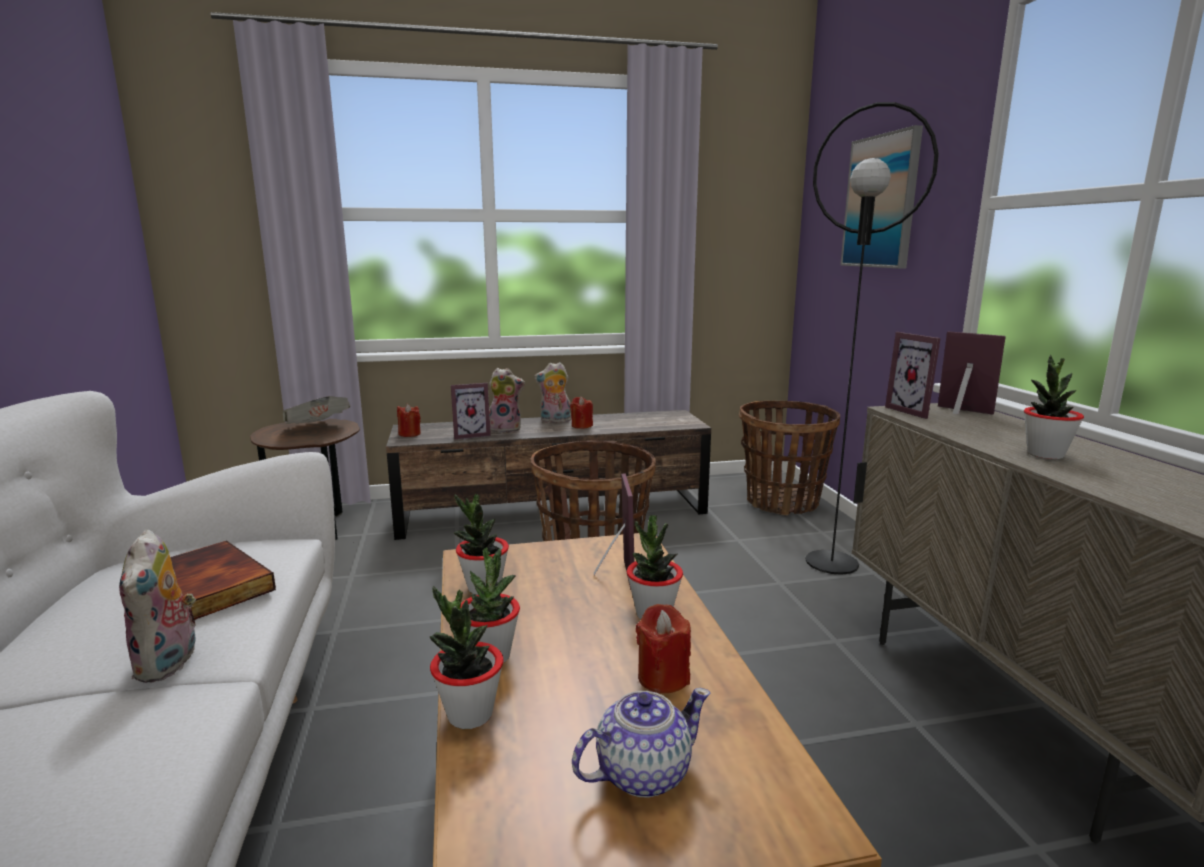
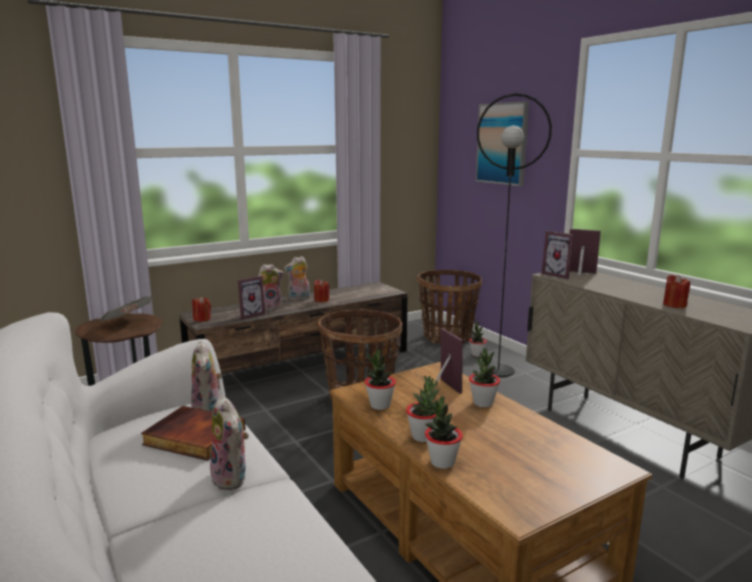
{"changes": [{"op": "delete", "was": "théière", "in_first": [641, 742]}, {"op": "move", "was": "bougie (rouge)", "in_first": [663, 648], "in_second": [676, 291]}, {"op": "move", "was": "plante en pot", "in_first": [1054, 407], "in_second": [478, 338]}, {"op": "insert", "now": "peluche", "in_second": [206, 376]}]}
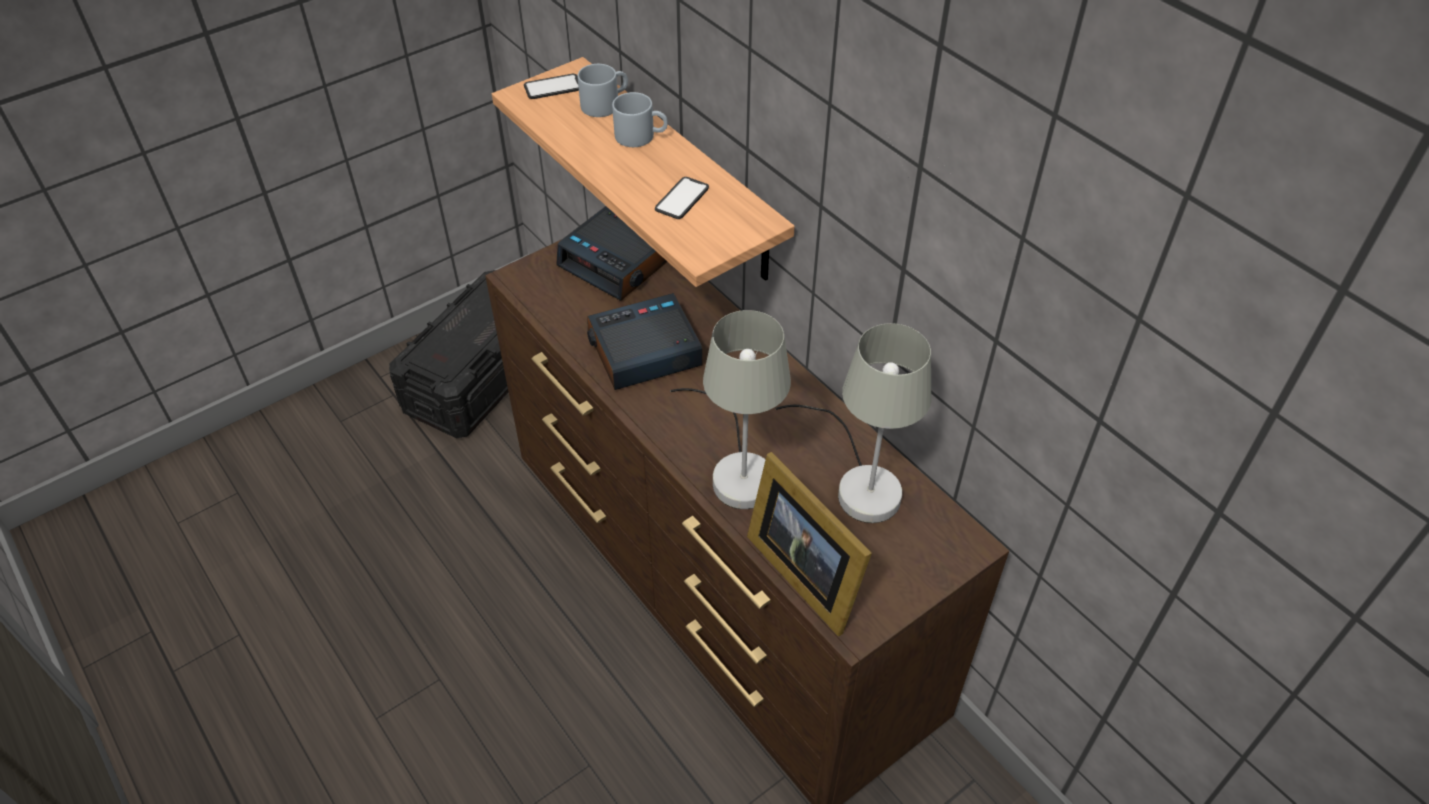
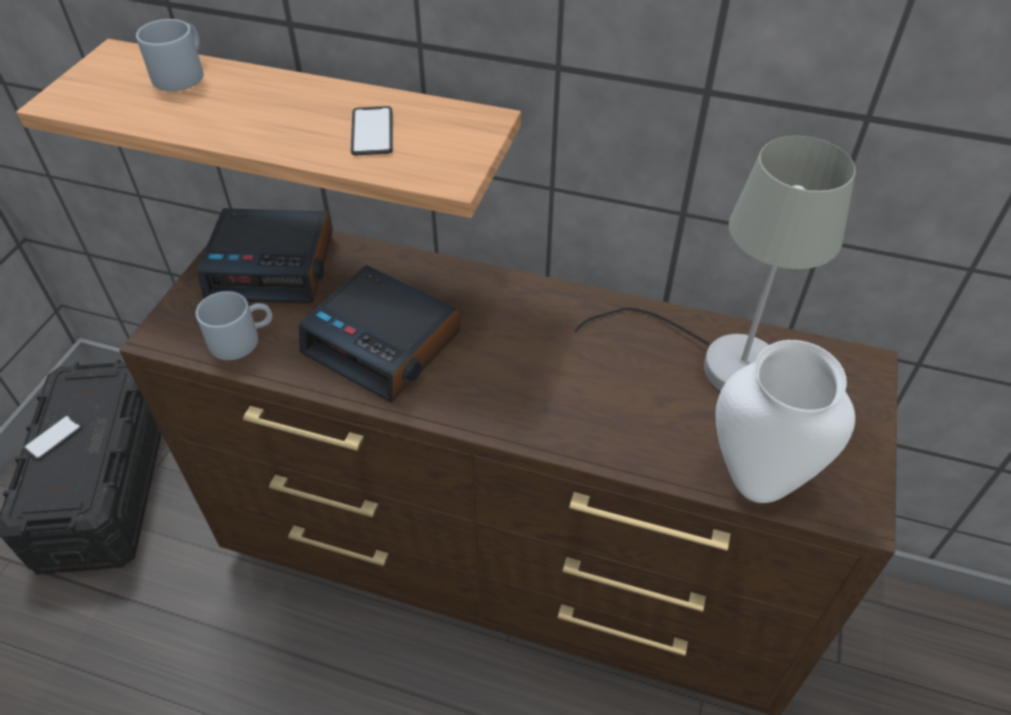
{"changes": [{"op": "move", "was": "téléphone", "in_first": [551, 86], "in_second": [53, 437]}, {"op": "rotate", "was": "réveil", "in_first": [644, 341], "in_second": [379, 334], "clockwise": -90}, {"op": "move", "was": "mug (gris)", "in_first": [640, 119], "in_second": [234, 325]}, {"op": "delete", "was": "lampe de table (gris)", "in_first": [730, 409]}, {"op": "replace", "was": "cadre photo", "now": "vase (blanc)", "in_first": [809, 544], "in_second": [785, 421]}]}
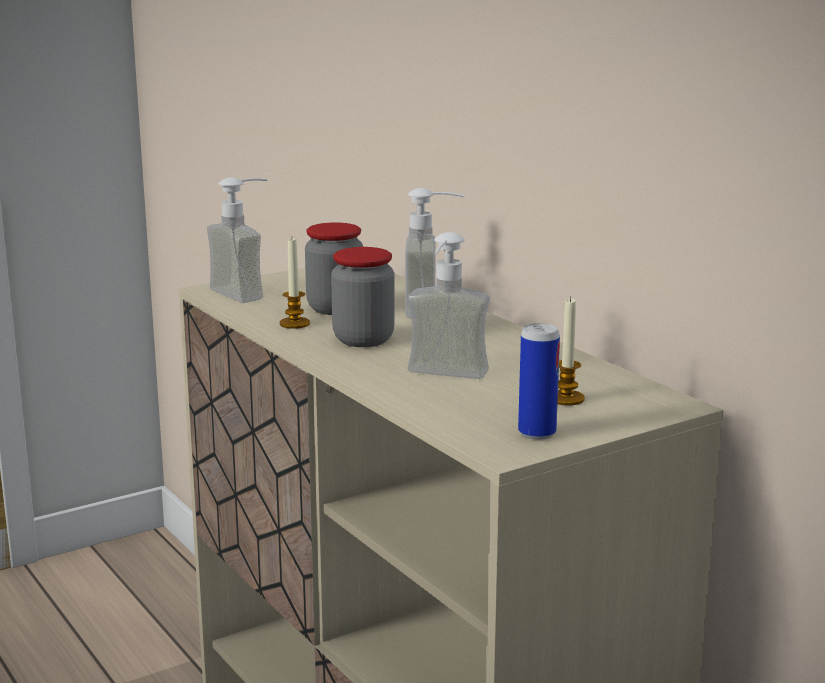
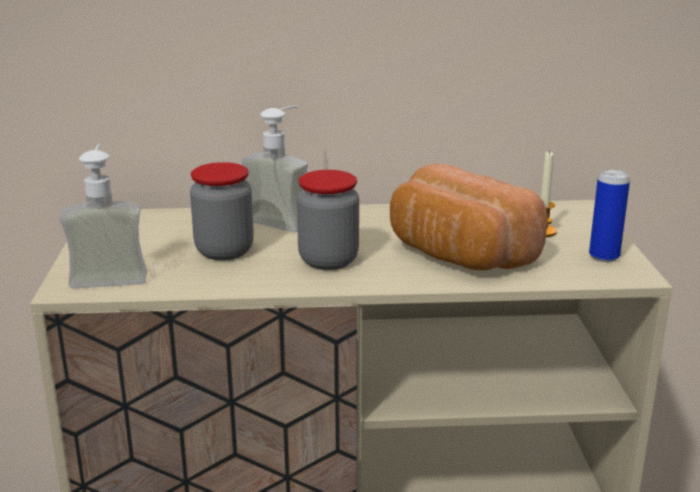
{"changes": [{"op": "delete", "was": "bougie", "in_first": [295, 283]}, {"op": "replace", "was": "distributeur de savon", "now": "pain", "in_first": [449, 305], "in_second": [469, 217]}]}
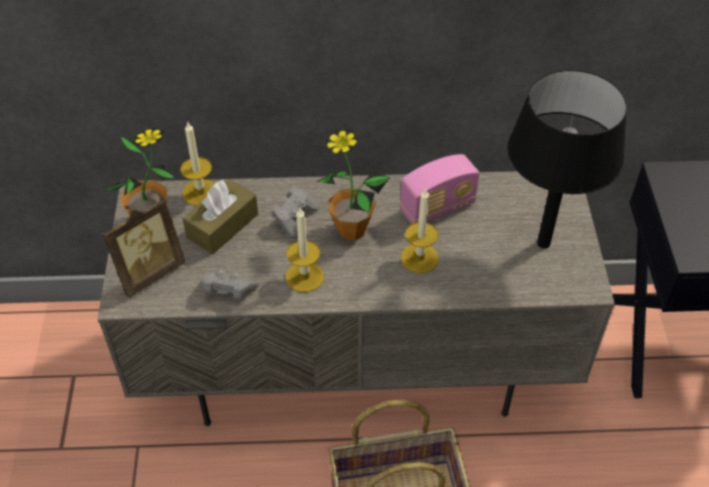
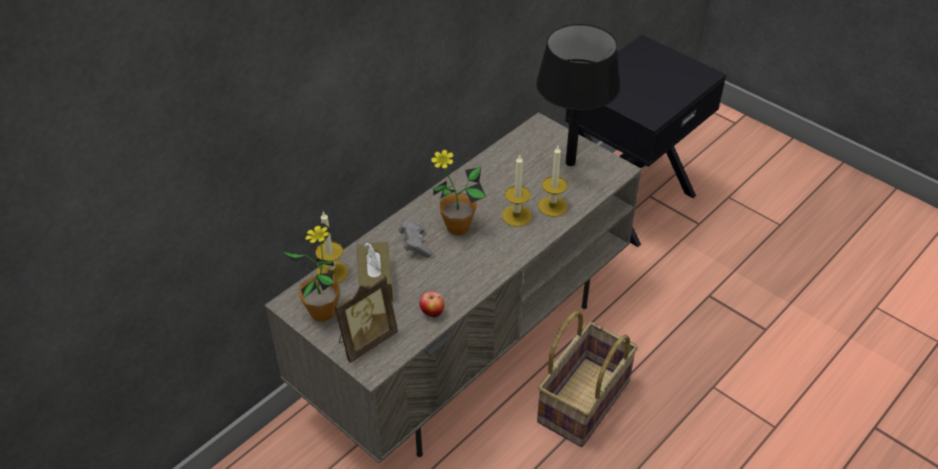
{"changes": [{"op": "rotate", "was": "cadre photo", "in_first": [143, 248], "in_second": [366, 319], "clockwise": 45}, {"op": "replace", "was": "manette (gris)", "now": "pomme", "in_first": [231, 284], "in_second": [432, 304]}, {"op": "move", "was": "bougie", "in_first": [305, 249], "in_second": [553, 181]}, {"op": "delete", "was": "radio", "in_first": [440, 189]}]}
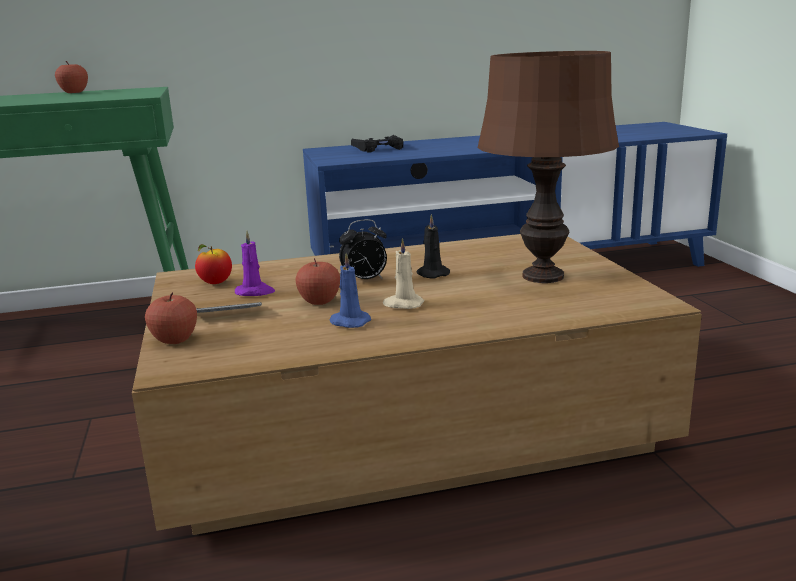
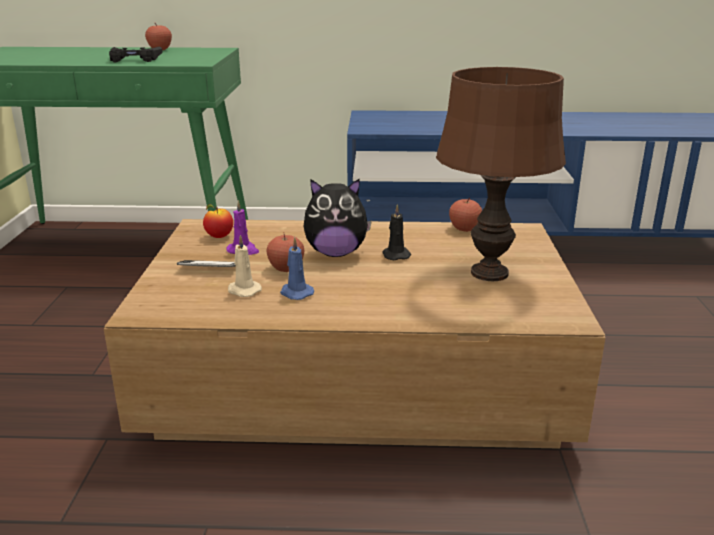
{"changes": [{"op": "move", "was": "pomme", "in_first": [171, 318], "in_second": [465, 214]}, {"op": "replace", "was": "réveil", "now": "peluche", "in_first": [363, 249], "in_second": [337, 217]}, {"op": "move", "was": "manette (noir)", "in_first": [377, 144], "in_second": [136, 54]}, {"op": "move", "was": "bougie (beige)", "in_first": [404, 273], "in_second": [245, 266]}]}
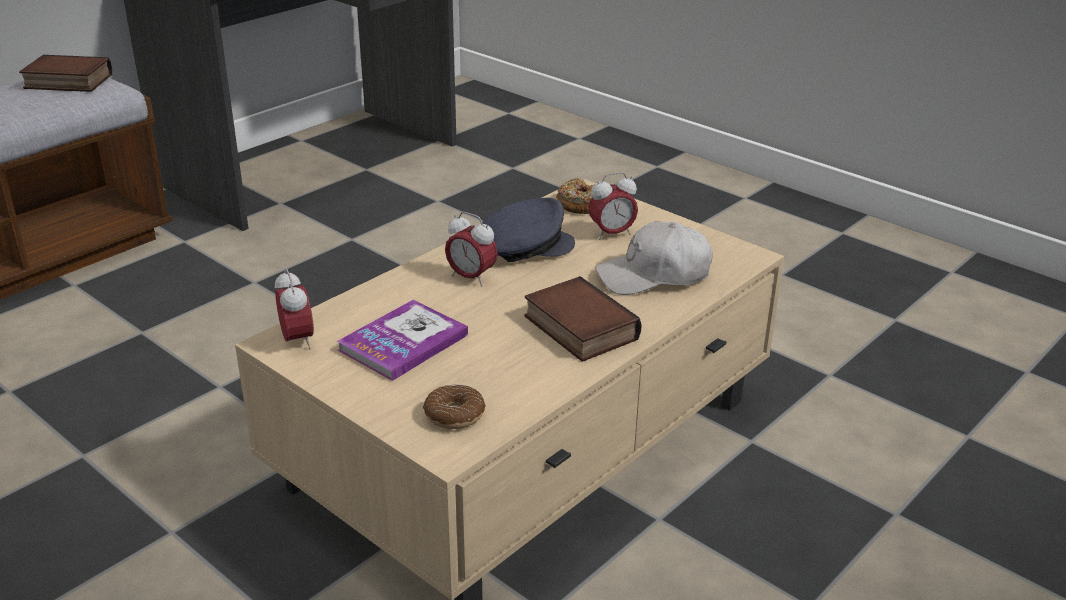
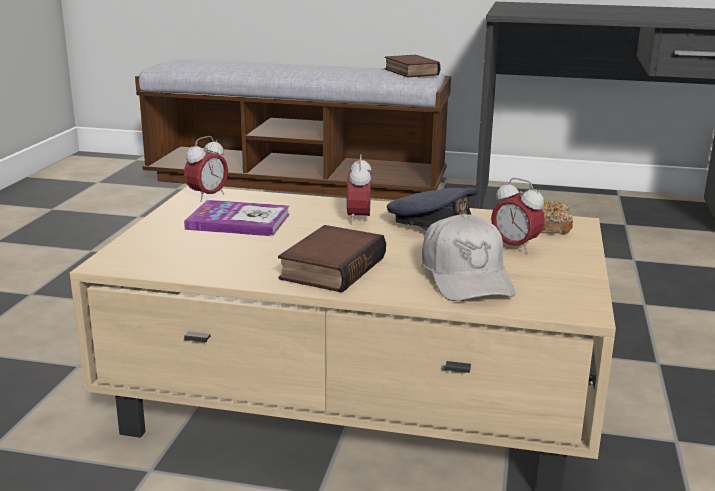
{"changes": [{"op": "delete", "was": "beignet", "in_first": [454, 406]}, {"op": "rotate", "was": "casquette (blanc)", "in_first": [653, 258], "in_second": [469, 257], "clockwise": -150}]}
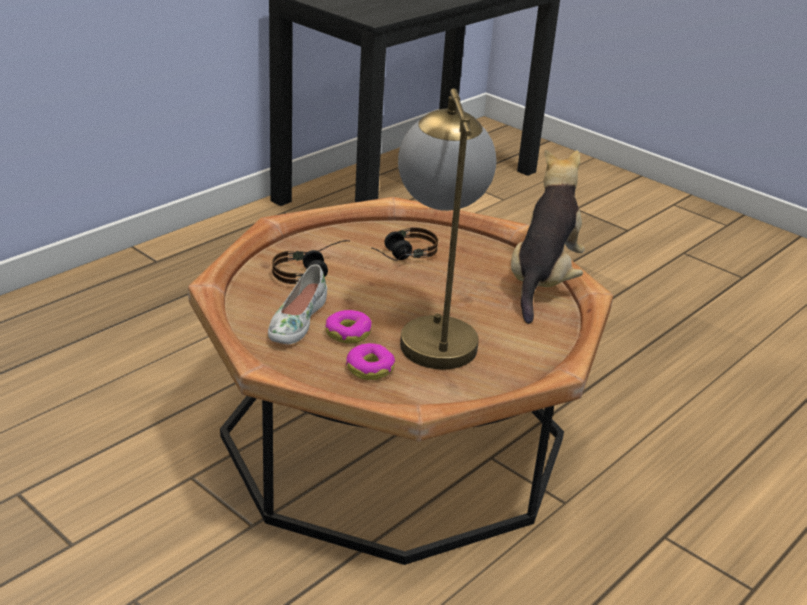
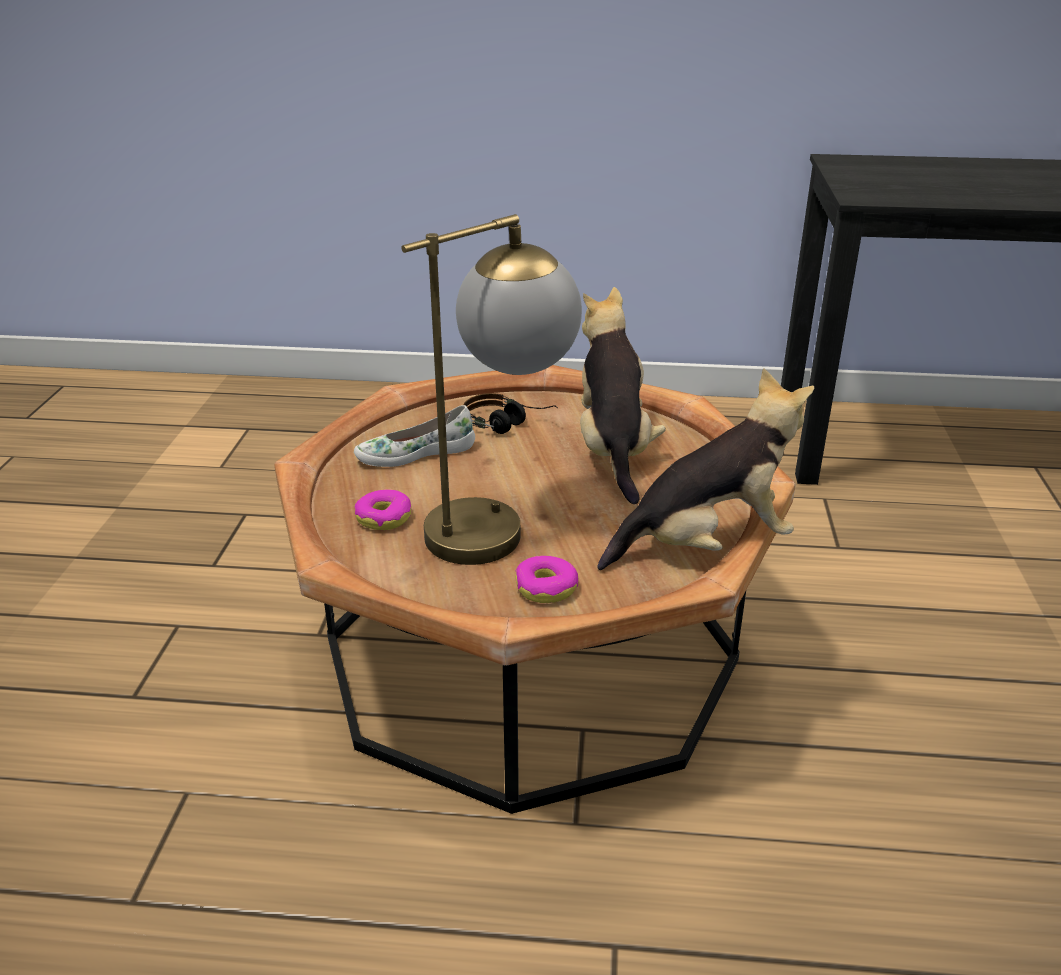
{"changes": [{"op": "move", "was": "beignet", "in_first": [348, 327], "in_second": [547, 579]}, {"op": "replace", "was": "casque audio", "now": "peluche", "in_first": [404, 244], "in_second": [623, 395]}]}
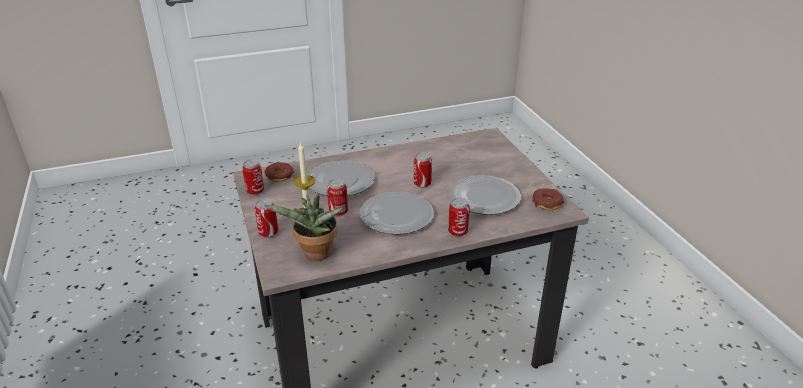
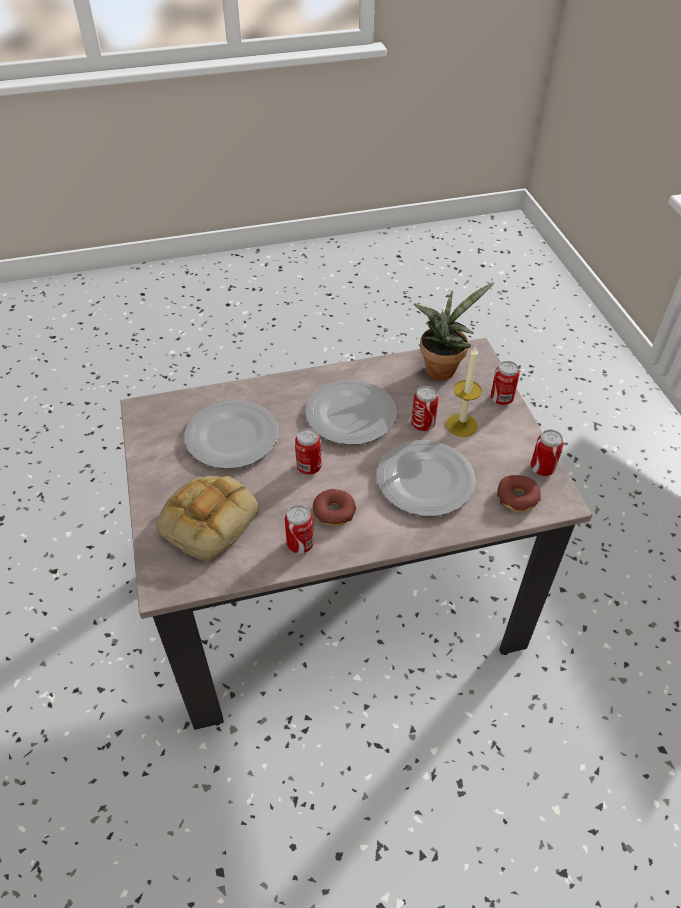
{"changes": [{"op": "move", "was": "boîte métallique", "in_first": [459, 217], "in_second": [299, 529]}, {"op": "move", "was": "beignet", "in_first": [548, 199], "in_second": [334, 507]}, {"op": "insert", "now": "pain", "in_second": [208, 519]}]}
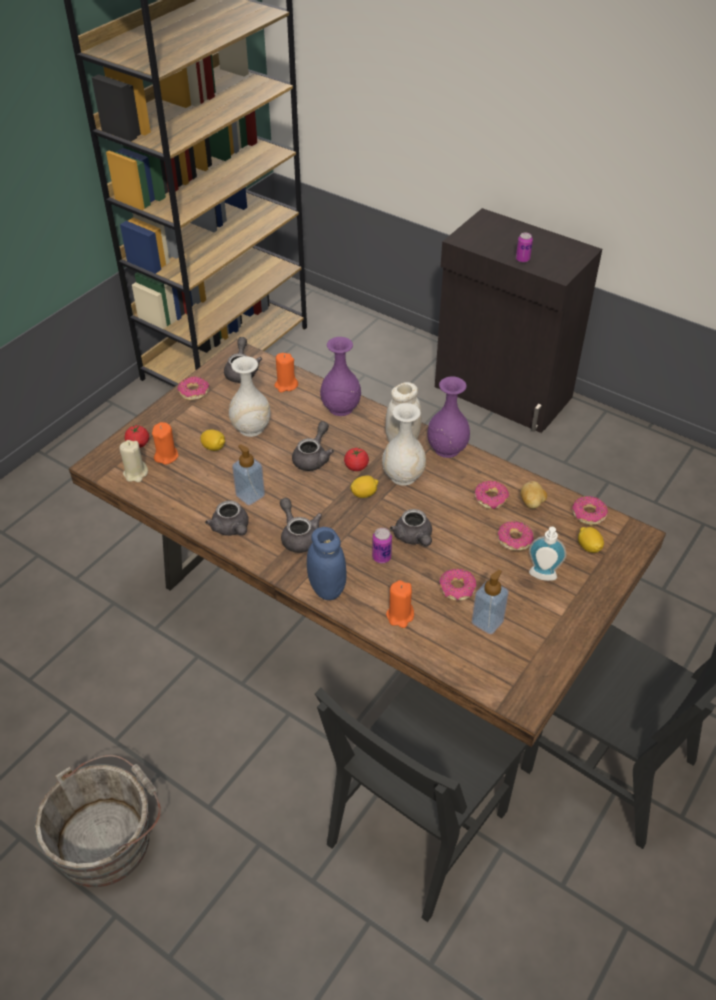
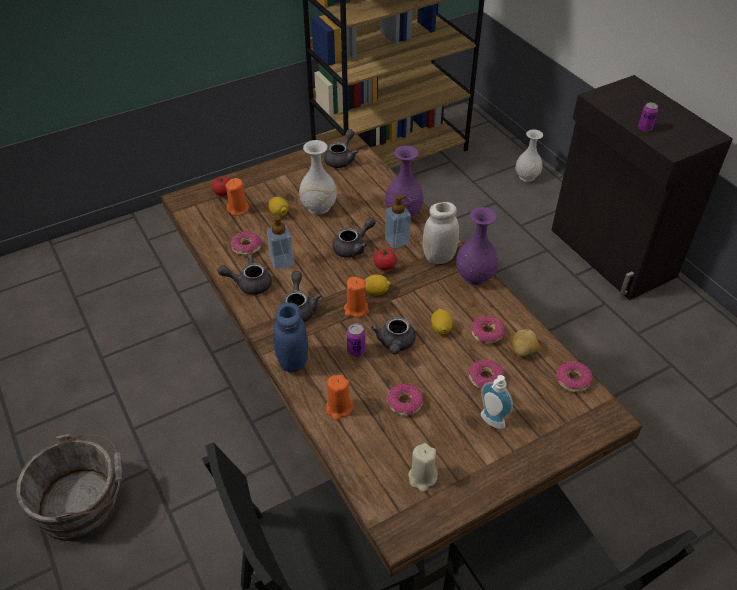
{"changes": [{"op": "move", "was": "bougie (beige)", "in_first": [133, 461], "in_second": [423, 467]}, {"op": "move", "was": "beignet", "in_first": [193, 388], "in_second": [246, 243]}, {"op": "rotate", "was": "théière (gris)", "in_first": [227, 518], "in_second": [245, 275], "clockwise": 90}, {"op": "move", "was": "bougie (orange)", "in_first": [286, 373], "in_second": [356, 297]}, {"op": "move", "was": "vase (blanc)", "in_first": [404, 444], "in_second": [529, 155]}, {"op": "move", "was": "distributeur de savon", "in_first": [490, 602], "in_second": [398, 221]}, {"op": "move", "was": "citron", "in_first": [591, 540], "in_second": [442, 321]}]}
